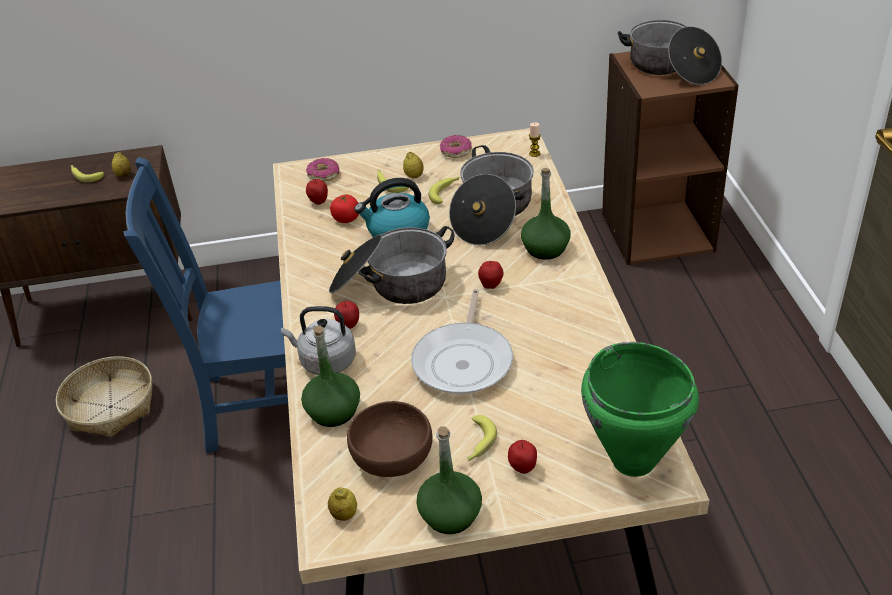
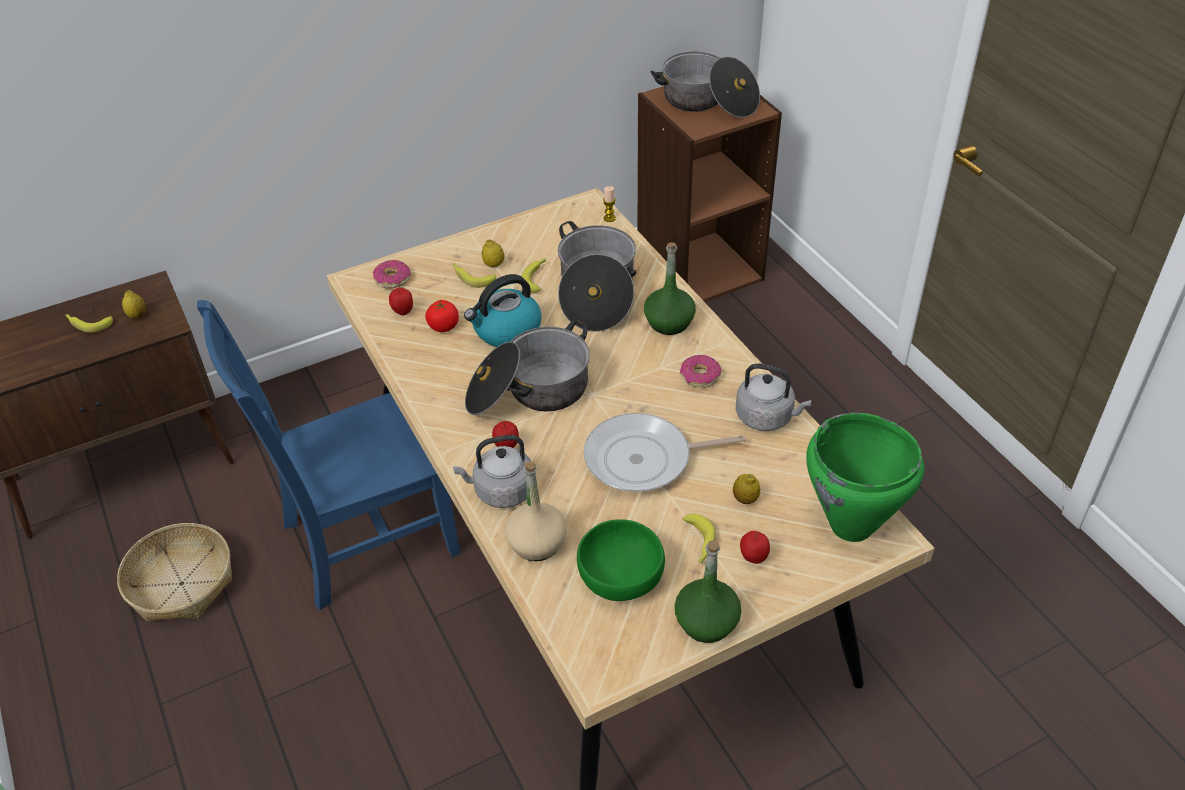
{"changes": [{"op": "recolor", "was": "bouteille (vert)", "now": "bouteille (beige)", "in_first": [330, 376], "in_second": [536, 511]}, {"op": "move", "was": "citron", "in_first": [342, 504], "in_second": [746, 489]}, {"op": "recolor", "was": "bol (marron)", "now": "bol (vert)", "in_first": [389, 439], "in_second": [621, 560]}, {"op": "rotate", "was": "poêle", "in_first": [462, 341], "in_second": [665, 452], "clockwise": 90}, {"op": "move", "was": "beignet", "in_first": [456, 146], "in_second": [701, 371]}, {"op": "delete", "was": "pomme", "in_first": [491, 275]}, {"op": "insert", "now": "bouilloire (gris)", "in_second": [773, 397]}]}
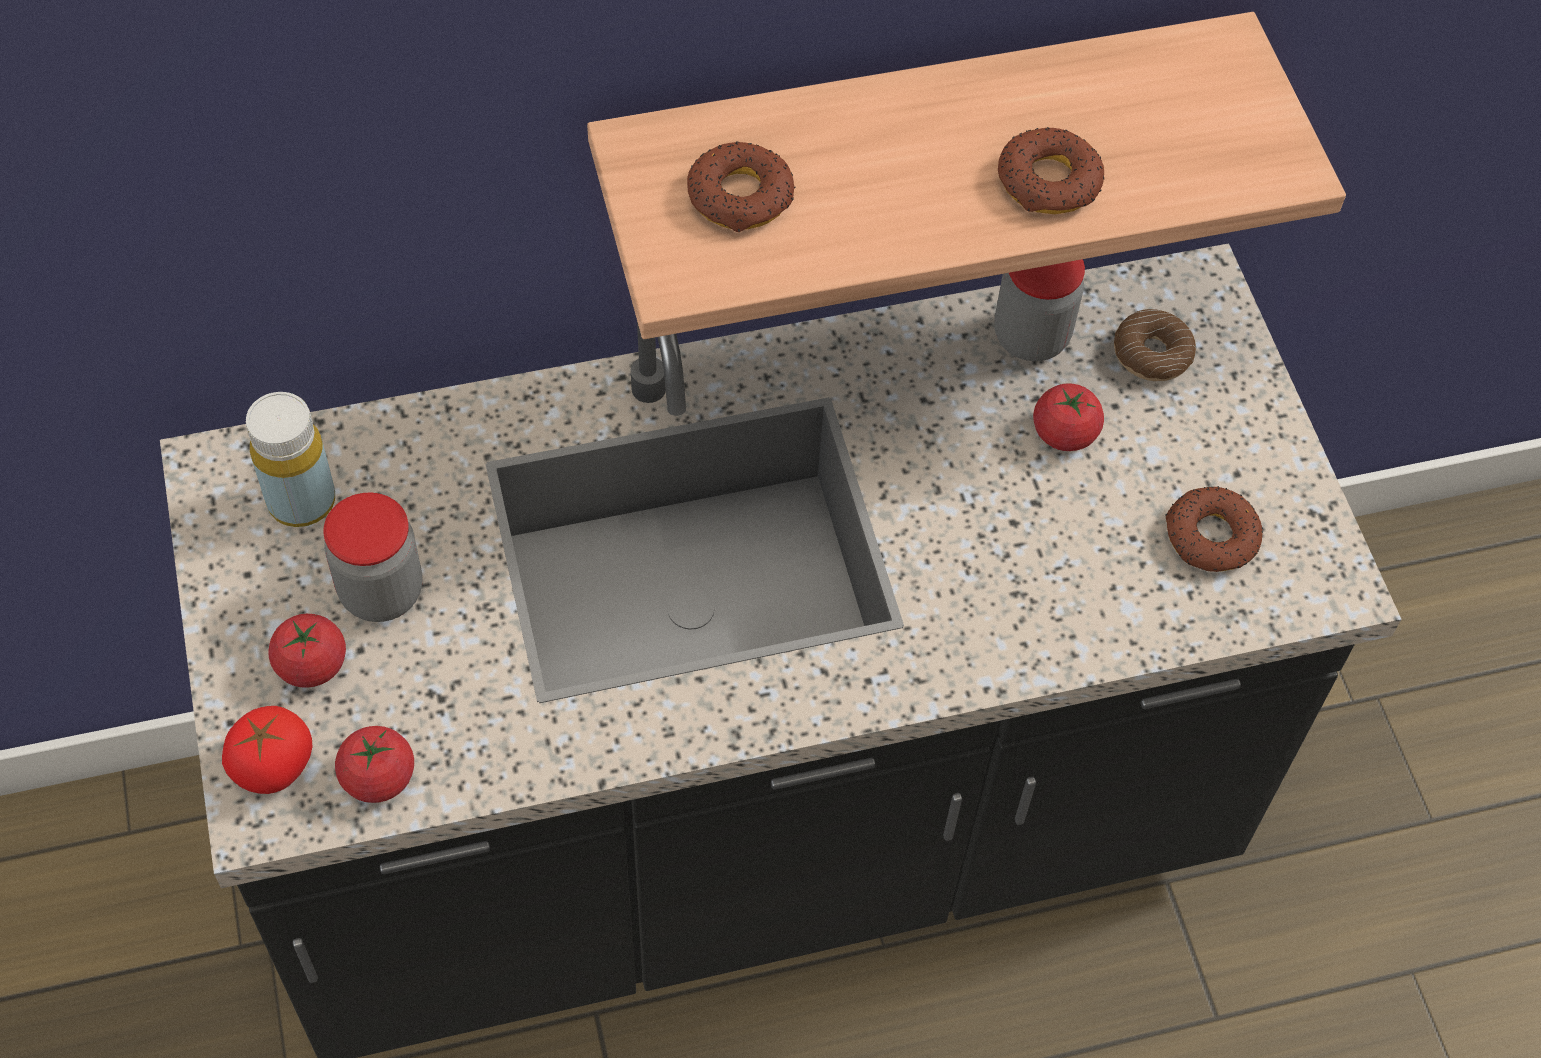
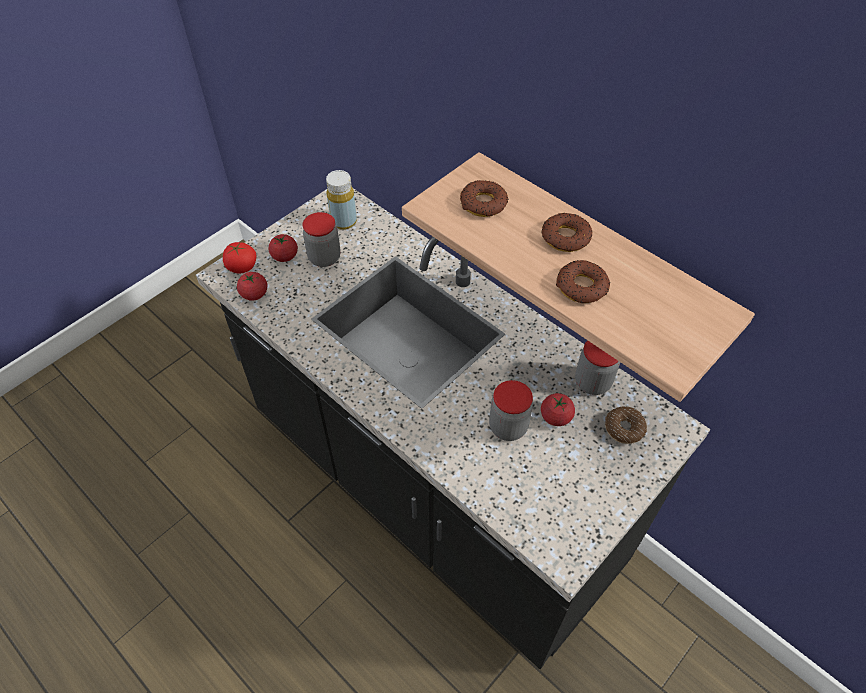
{"changes": [{"op": "move", "was": "beignet", "in_first": [1214, 529], "in_second": [566, 232]}, {"op": "insert", "now": "bocal", "in_second": [511, 410]}]}
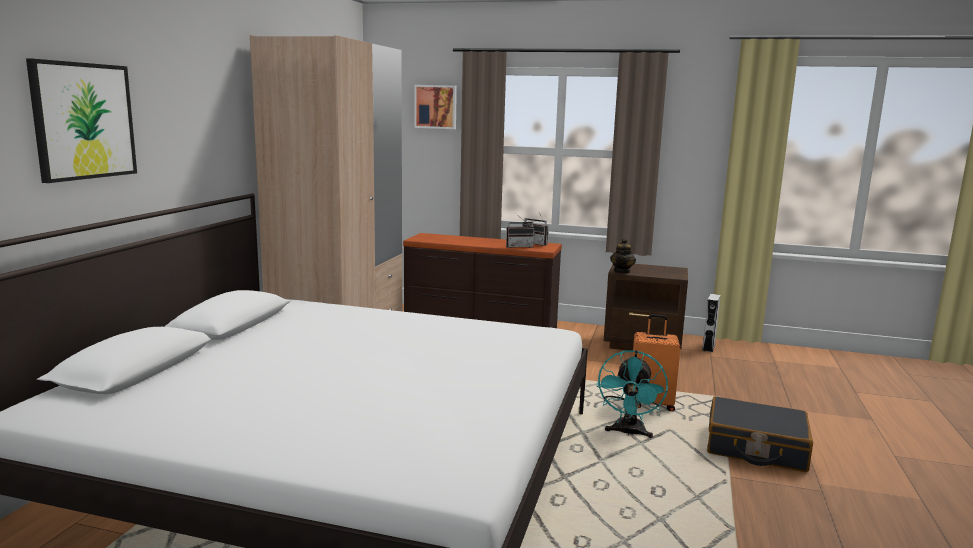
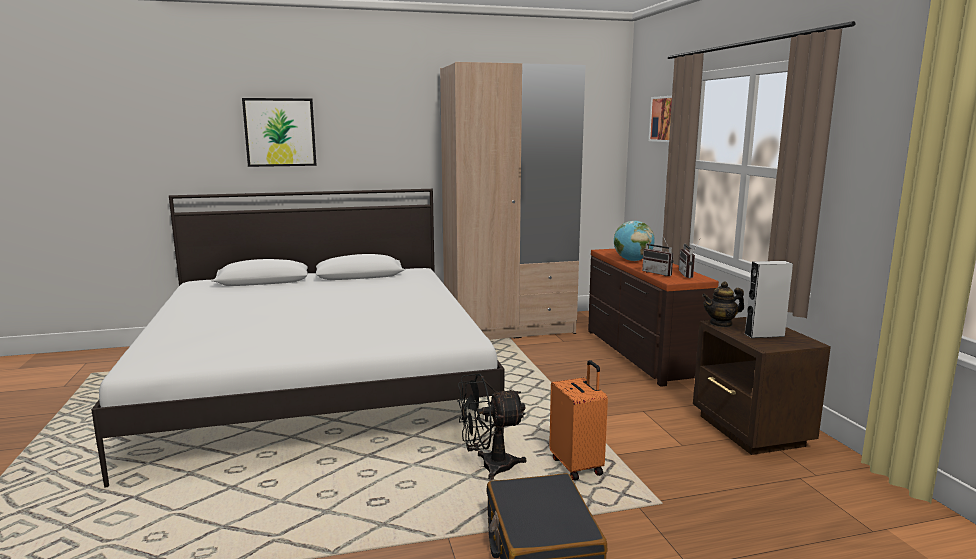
{"changes": [{"op": "recolor", "was": "ventilateur (turquoise)", "now": "ventilateur (noir)", "in_first": [632, 394], "in_second": [492, 427]}, {"op": "move", "was": "enceinte (gris)", "in_first": [711, 323], "in_second": [768, 299]}, {"op": "insert", "now": "globe", "in_second": [634, 241]}]}
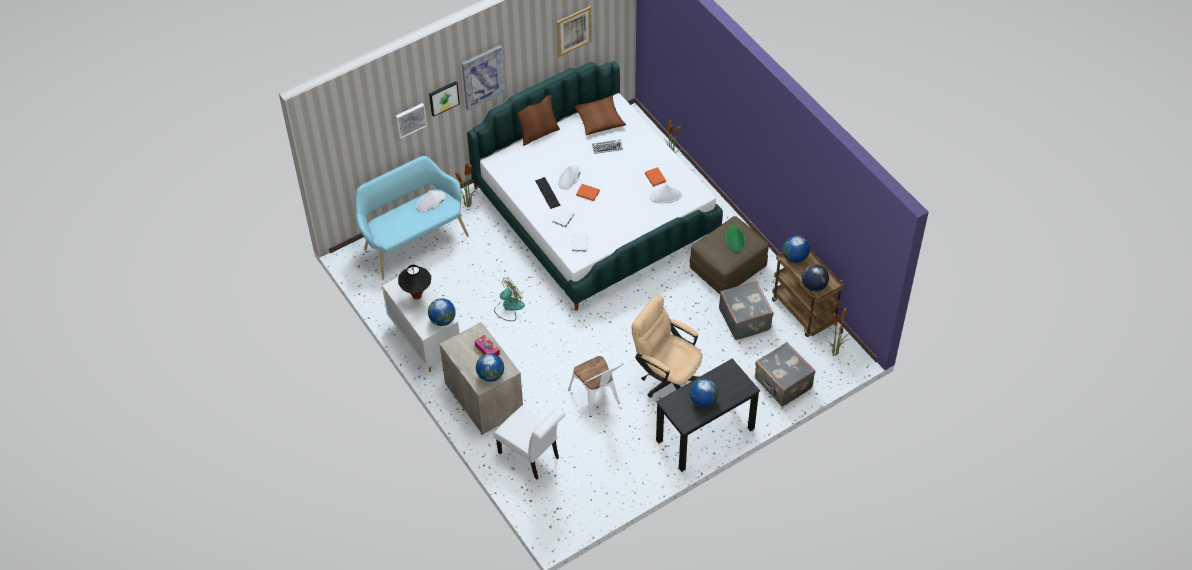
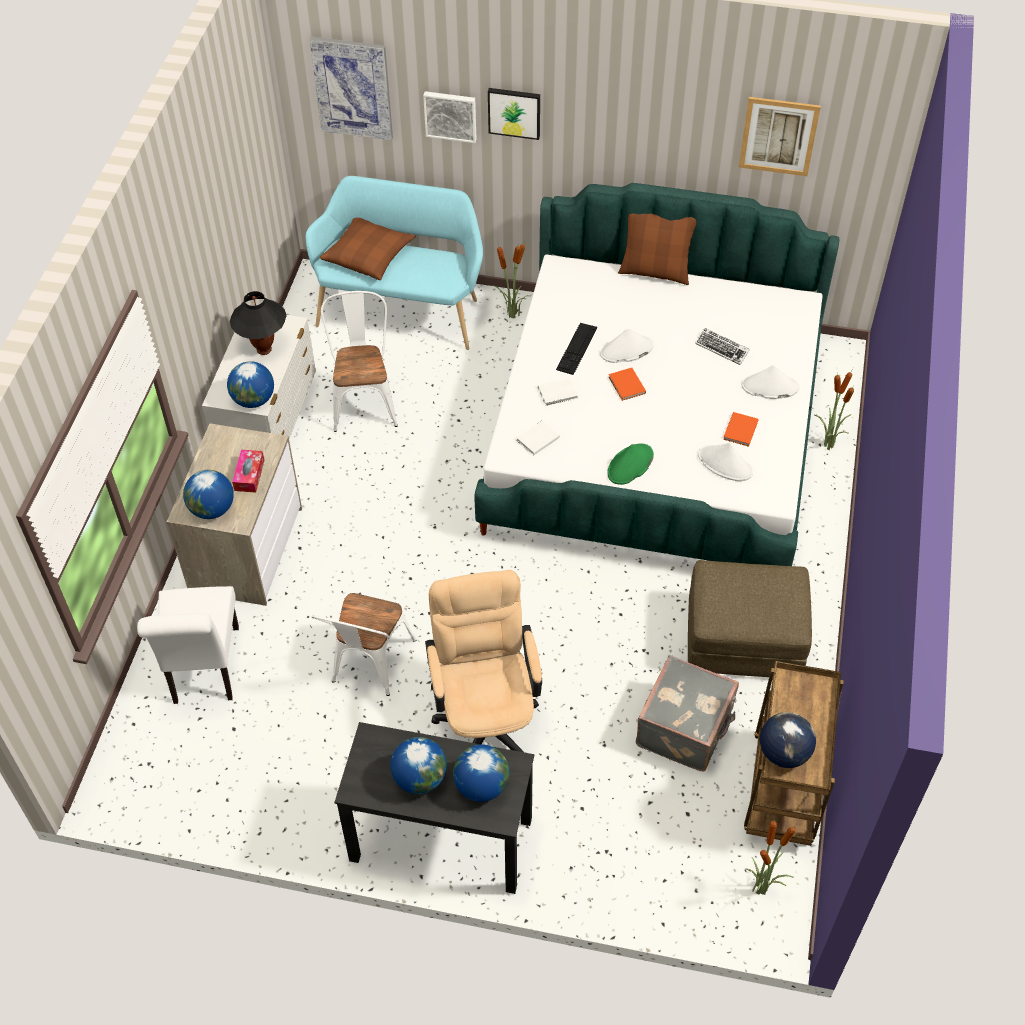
{"changes": [{"op": "move", "was": "chapeau (blanc)", "in_first": [431, 201], "in_second": [770, 382]}, {"op": "move", "was": "tableau", "in_first": [483, 78], "in_second": [351, 89]}, {"op": "delete", "was": "ventilateur", "in_first": [509, 299]}, {"op": "move", "was": "coussin (marron)", "in_first": [600, 115], "in_second": [368, 249]}, {"op": "move", "was": "chapeau (vert)", "in_first": [735, 239], "in_second": [630, 464]}, {"op": "delete", "was": "valise (gris)", "in_first": [785, 374]}, {"op": "move", "was": "globe", "in_first": [796, 249], "in_second": [481, 773]}, {"op": "insert", "now": "chaise (blanc)", "in_second": [359, 361]}]}
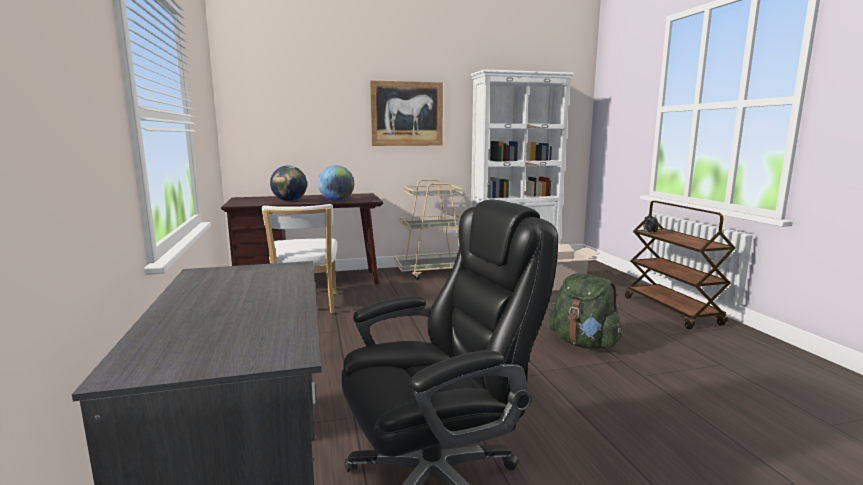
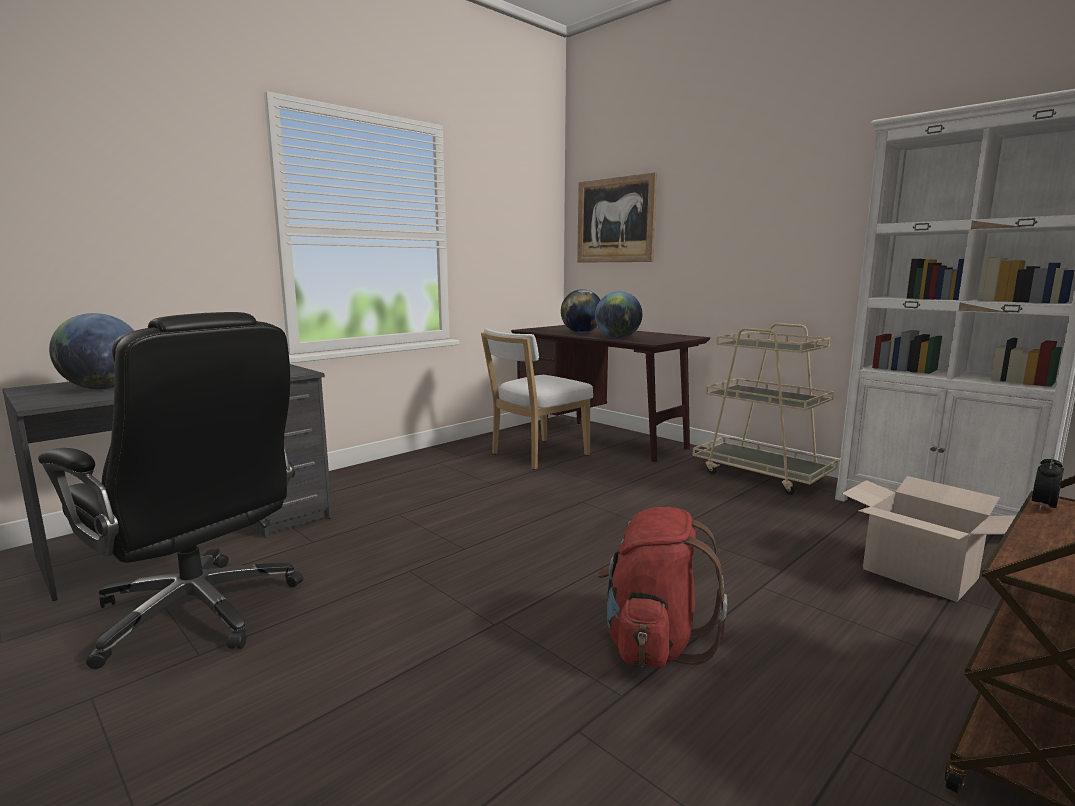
{"changes": [{"op": "move", "was": "tableau", "in_first": [406, 113], "in_second": [617, 217]}, {"op": "recolor", "was": "sac à dos (vert)", "now": "sac à dos (rouge)", "in_first": [585, 311], "in_second": [662, 587]}, {"op": "insert", "now": "globe", "in_second": [91, 351]}]}
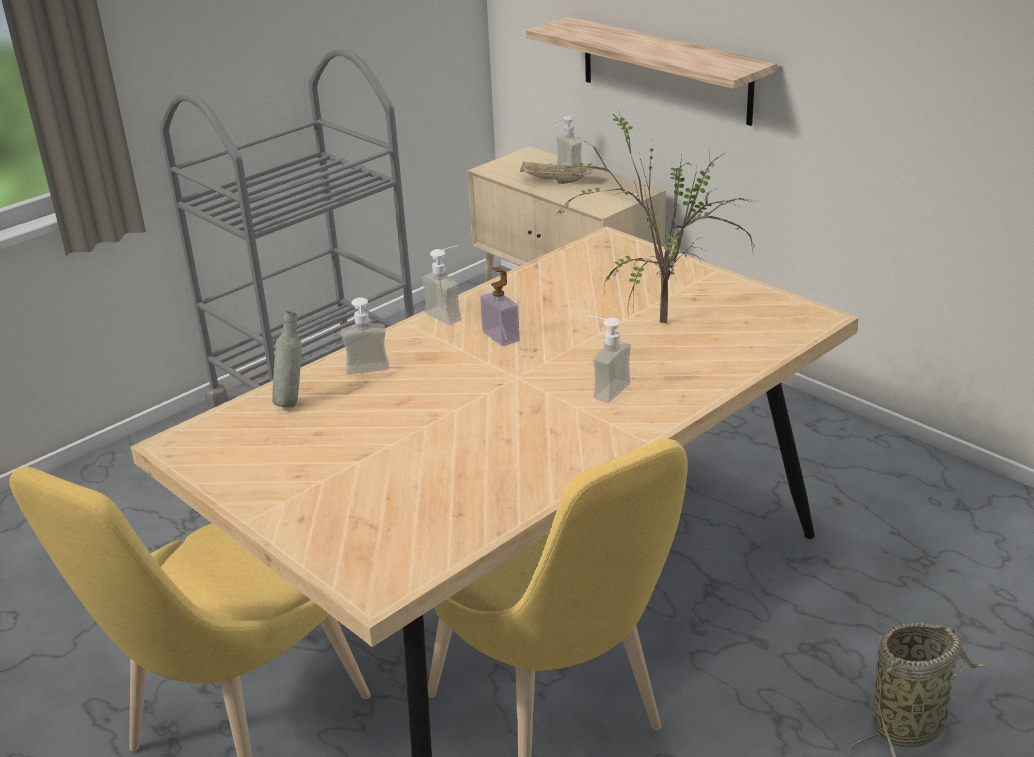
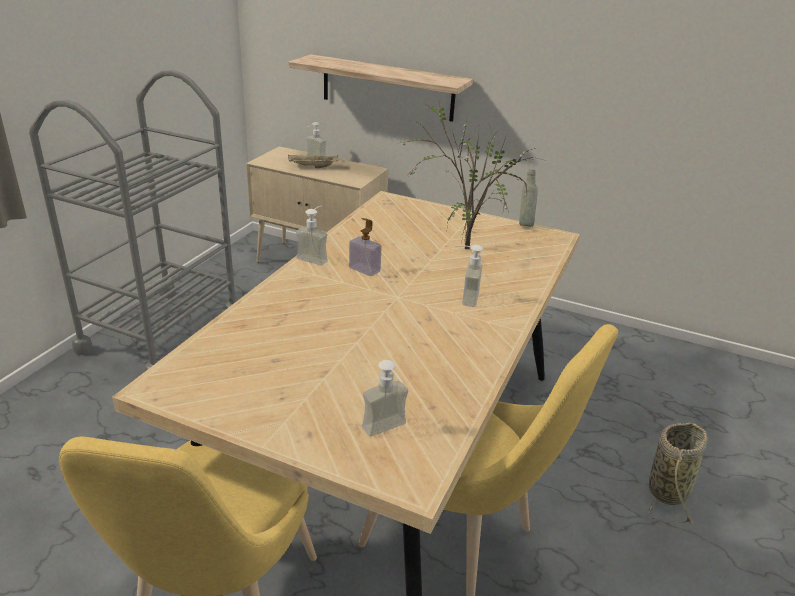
{"changes": [{"op": "move", "was": "bouteille (gris)", "in_first": [287, 359], "in_second": [528, 198]}, {"op": "move", "was": "distributeur de savon", "in_first": [365, 335], "in_second": [385, 398]}]}
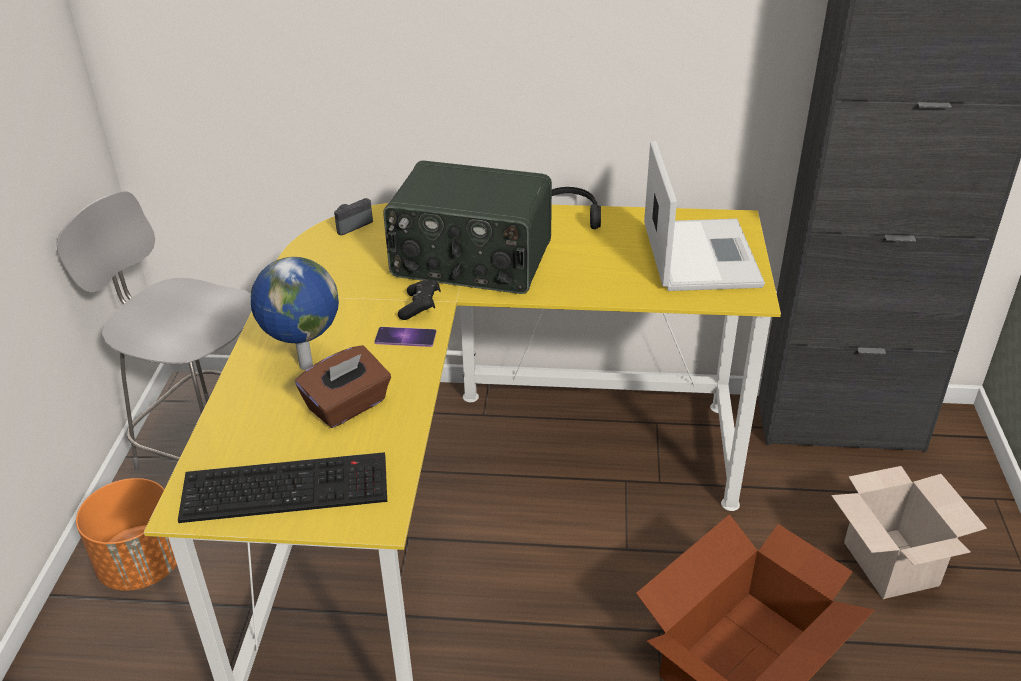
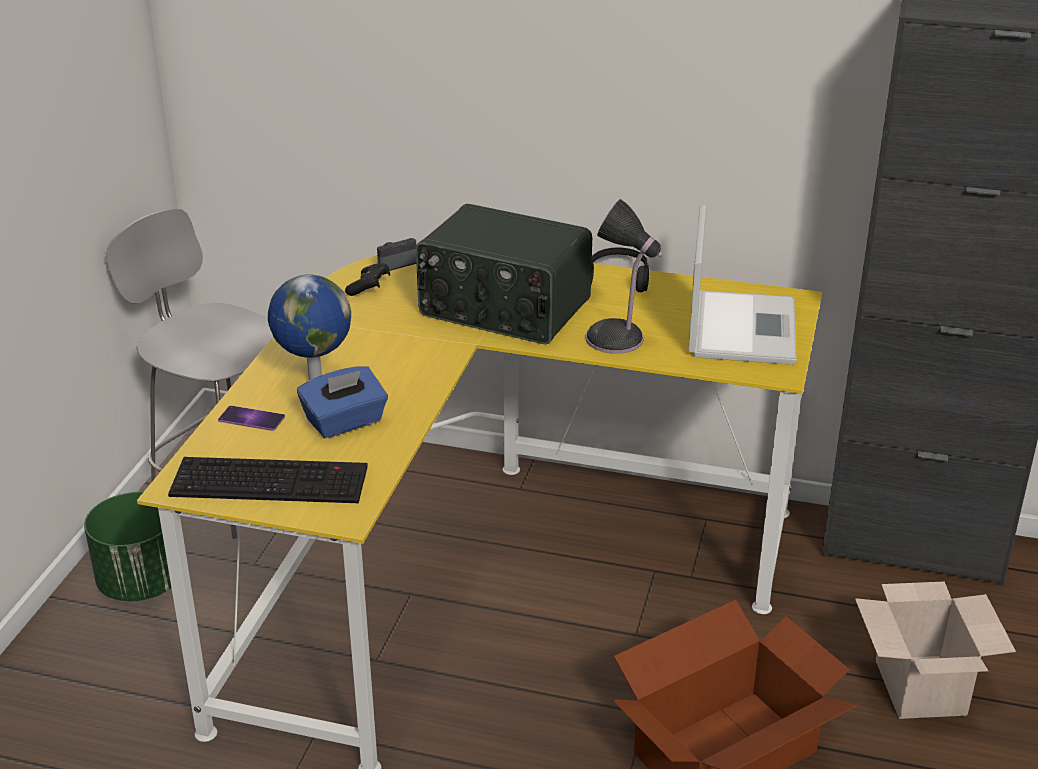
{"changes": [{"op": "recolor", "was": "cache-pot (orange)", "now": "cache-pot (vert)", "in_first": [126, 534], "in_second": [127, 546]}, {"op": "recolor", "was": "boîte à mouchoirs (marron)", "now": "boîte à mouchoirs (bleu)", "in_first": [343, 386], "in_second": [342, 402]}, {"op": "move", "was": "téléphone", "in_first": [405, 337], "in_second": [251, 418]}, {"op": "move", "was": "manette (noir)", "in_first": [419, 300], "in_second": [367, 279]}, {"op": "insert", "now": "lampe de table", "in_second": [624, 276]}]}
